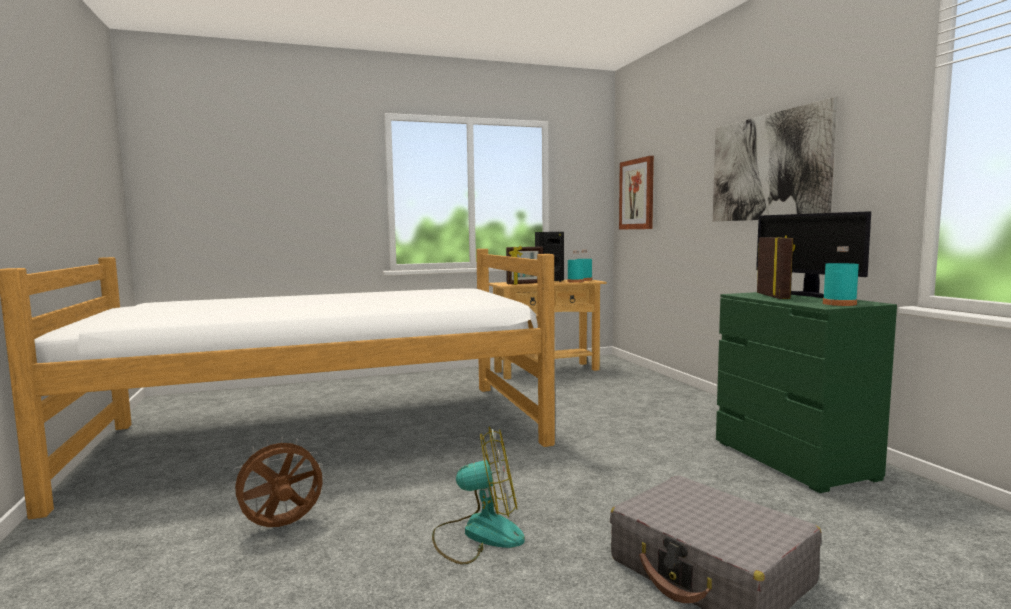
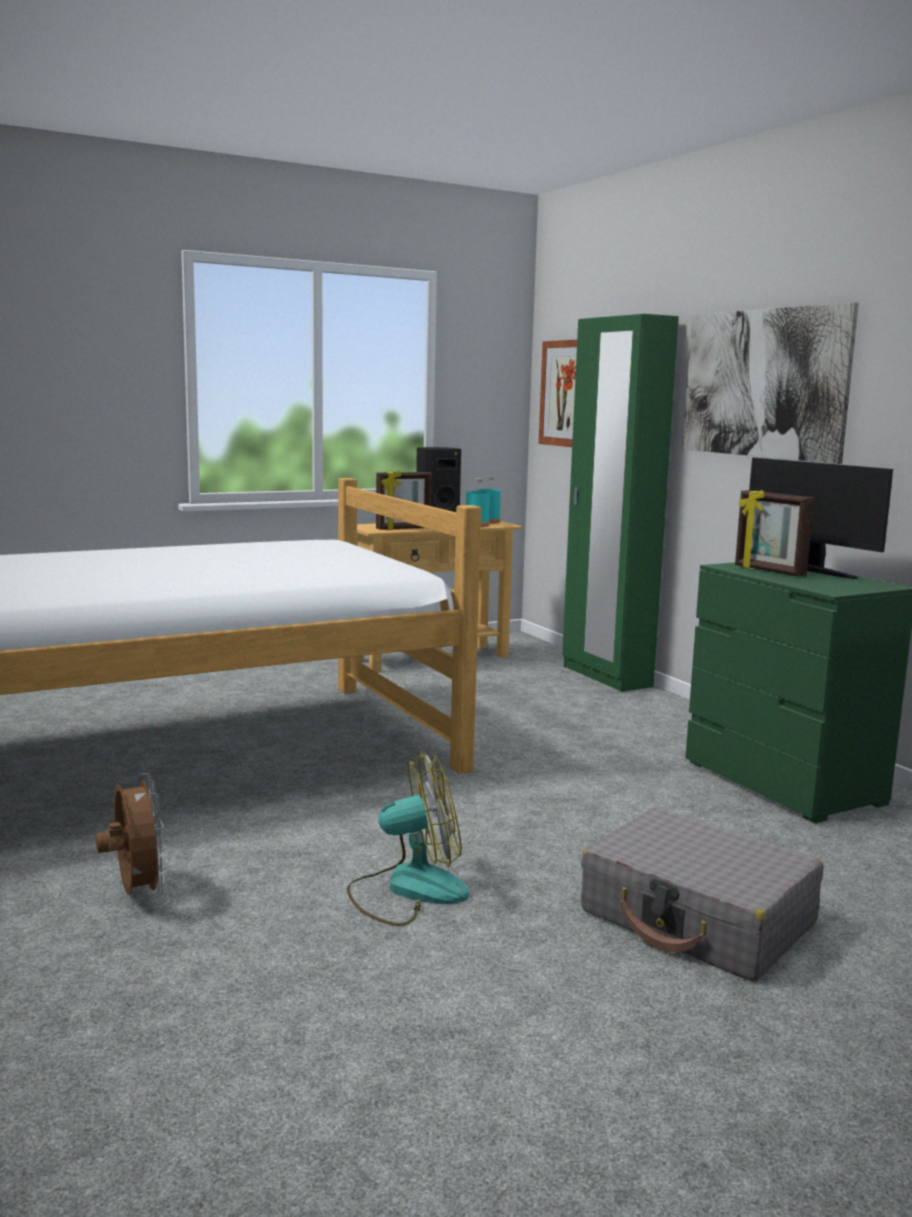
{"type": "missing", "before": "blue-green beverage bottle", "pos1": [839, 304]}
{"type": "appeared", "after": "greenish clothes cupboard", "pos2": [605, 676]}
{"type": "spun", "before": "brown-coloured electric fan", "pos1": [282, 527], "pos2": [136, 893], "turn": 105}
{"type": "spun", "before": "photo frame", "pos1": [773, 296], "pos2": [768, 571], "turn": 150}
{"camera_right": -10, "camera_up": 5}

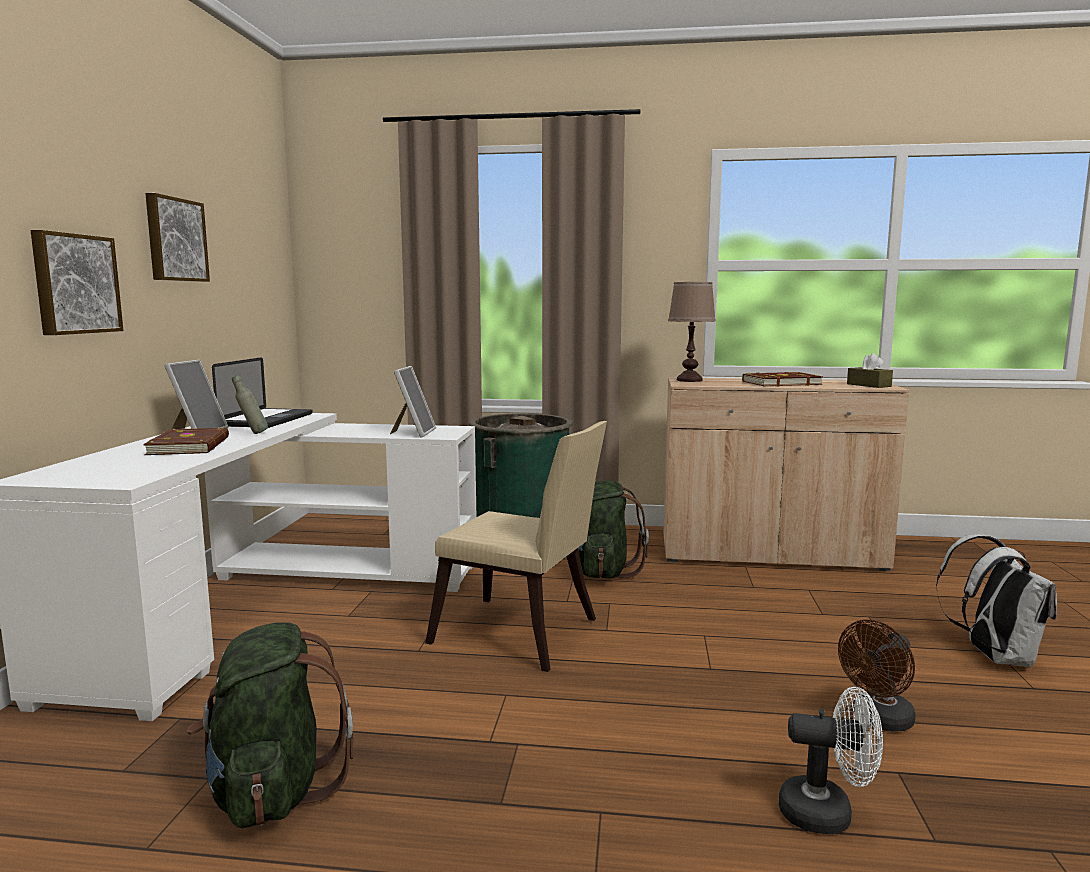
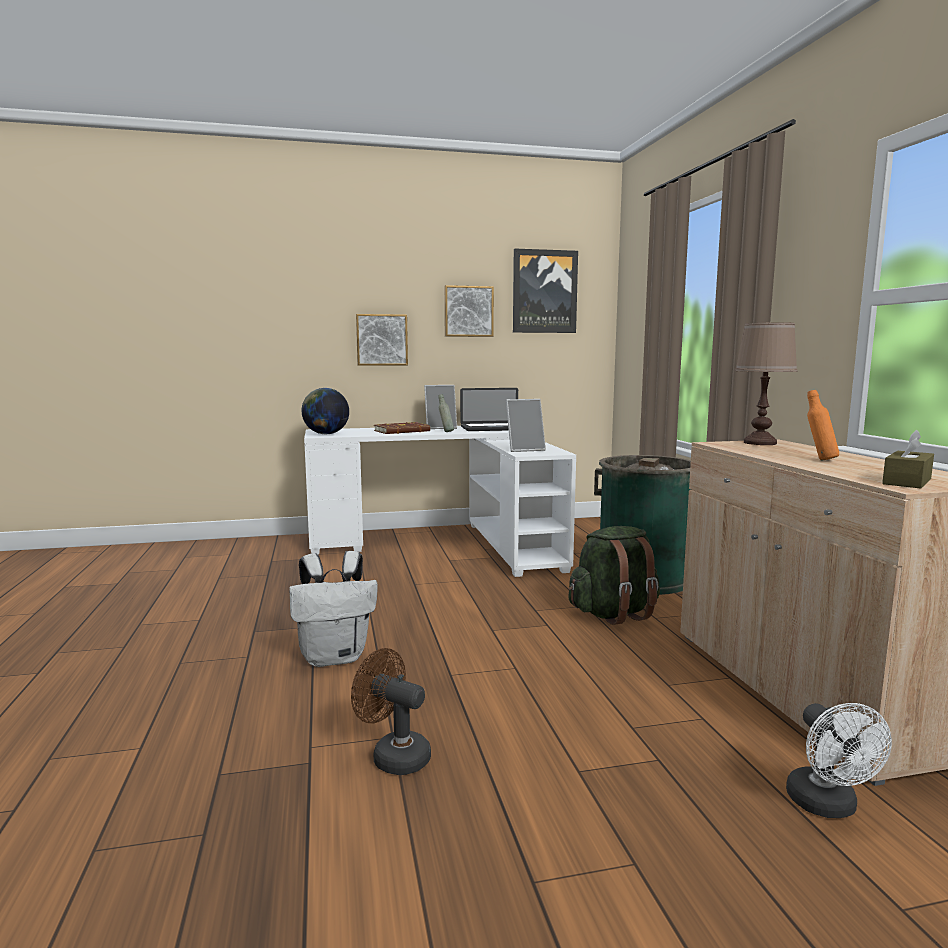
{"type": "missing", "before": "greenish rucksack", "pos1": [272, 791]}
{"type": "missing", "before": "beige-coloured chair", "pos1": [522, 635]}
{"type": "appeared", "after": "desk globe", "pos2": [326, 434]}
{"type": "appeared", "after": "picture", "pos2": [544, 291]}
{"type": "relocated", "before": "white electric fan", "pos1": [827, 813], "pos2": [828, 807]}
{"type": "relocated", "before": "white rucksack", "pos1": [993, 656], "pos2": [335, 657]}
{"type": "exchanged", "before": "brown-coloured bound book", "after": "orange beverage bottle", "pos1": [780, 383], "pos2": [819, 460]}
{"camera_right": 70, "camera_up": 0}

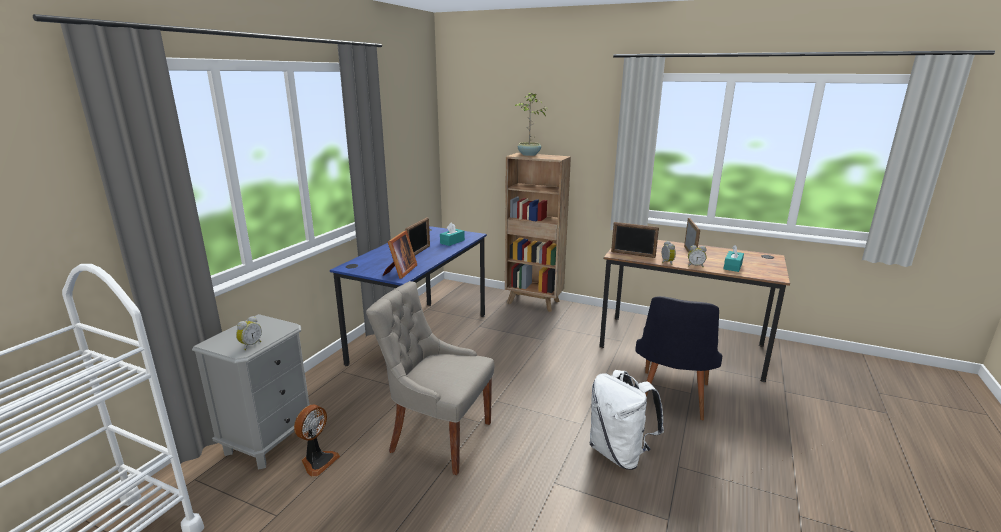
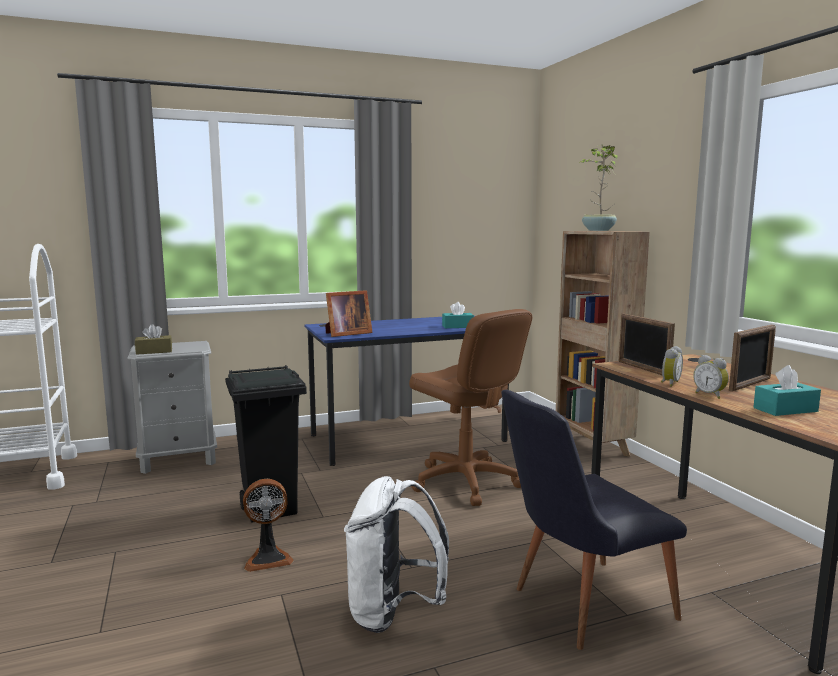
{"type": "missing", "before": "photo frame", "pos1": [419, 252]}
{"type": "appeared", "after": "brown-coloured computer chair", "pos2": [465, 482]}
{"type": "relocated", "before": "electric fan", "pos1": [318, 461], "pos2": [268, 558]}
{"type": "exchanged", "before": "table clock", "after": "brown-coloured box of tissues", "pos1": [250, 345], "pos2": [154, 351]}
{"type": "exchanged", "before": "grey chair", "after": "black waste bin", "pos1": [438, 437], "pos2": [271, 510]}
{"camera_right": 45, "camera_up": -10}

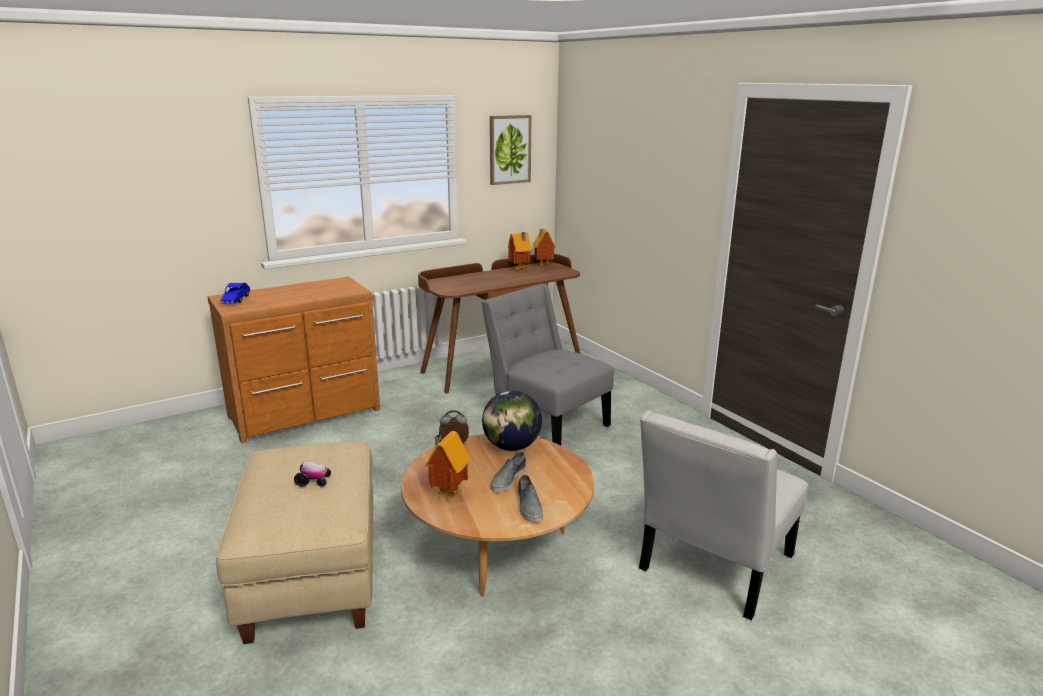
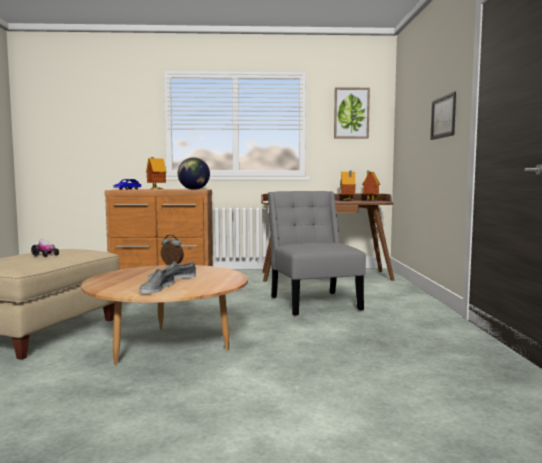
{"type": "missing", "before": "white chair", "pos1": [712, 567]}
{"type": "appeared", "after": "picture", "pos2": [443, 117]}
{"type": "relocated", "before": "model house", "pos1": [447, 494], "pos2": [156, 189]}
{"type": "relocated", "before": "desk globe", "pos1": [511, 447], "pos2": [193, 189]}
{"camera_right": 30, "camera_up": -15}

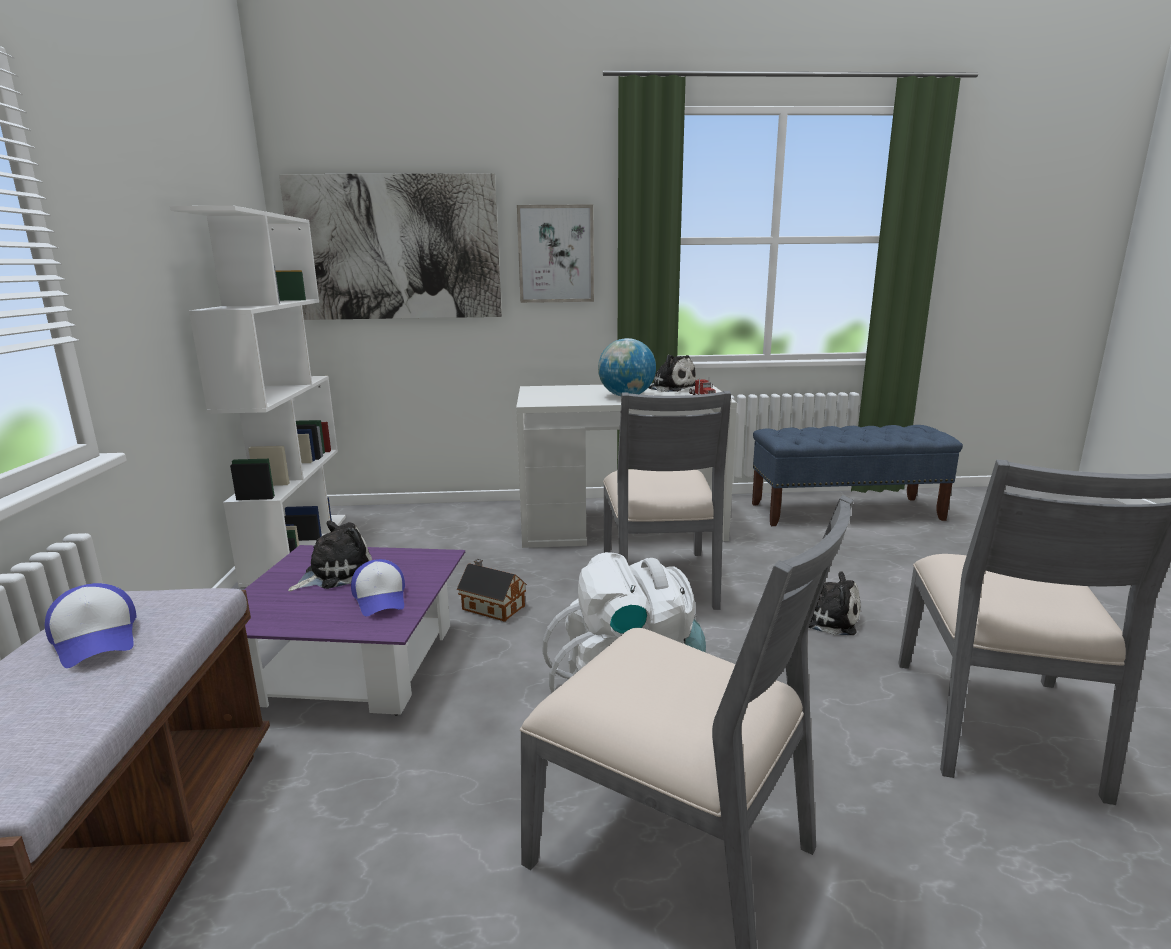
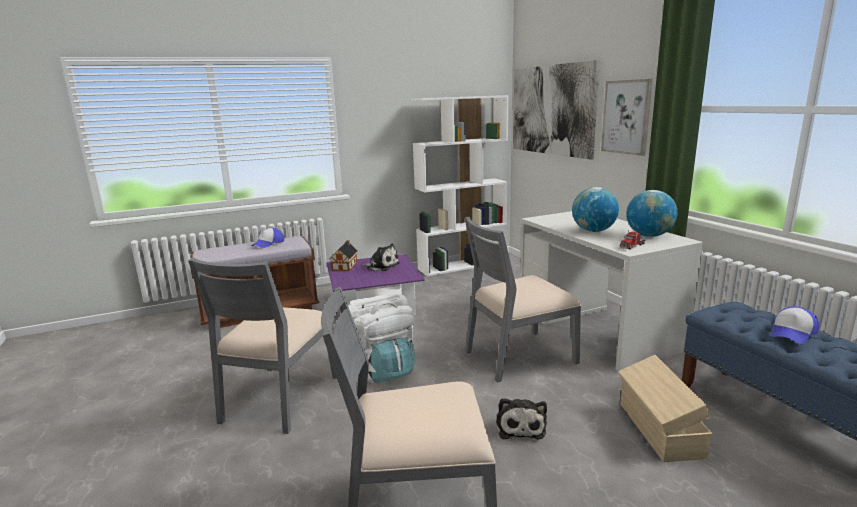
{"type": "appeared", "after": "beige-coloured storage bin", "pos2": [659, 430]}
{"type": "relocated", "before": "peaked cap", "pos1": [381, 598], "pos2": [792, 333]}
{"type": "relocated", "before": "model house", "pos1": [491, 607], "pos2": [345, 265]}
{"type": "exchanged", "before": "plush toy", "after": "desk globe", "pos1": [670, 388], "pos2": [649, 235]}
{"camera_right": 70, "camera_up": 0}

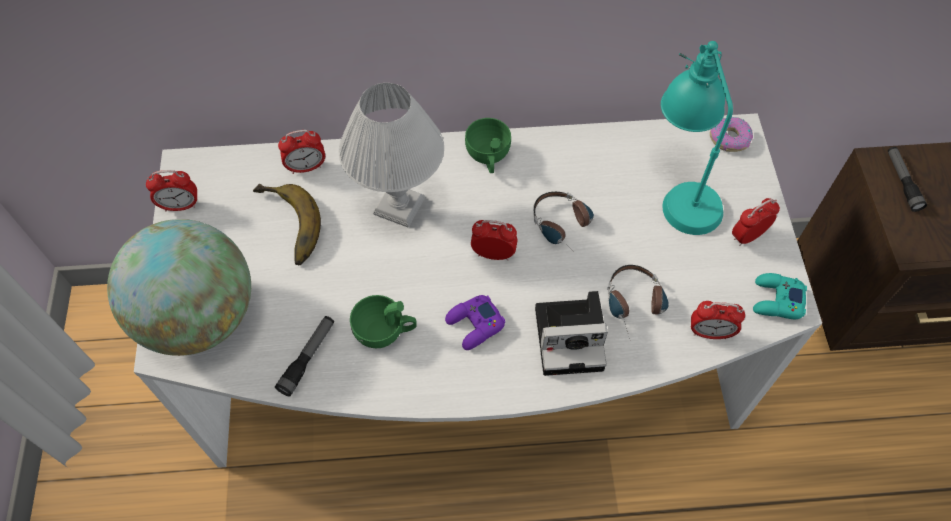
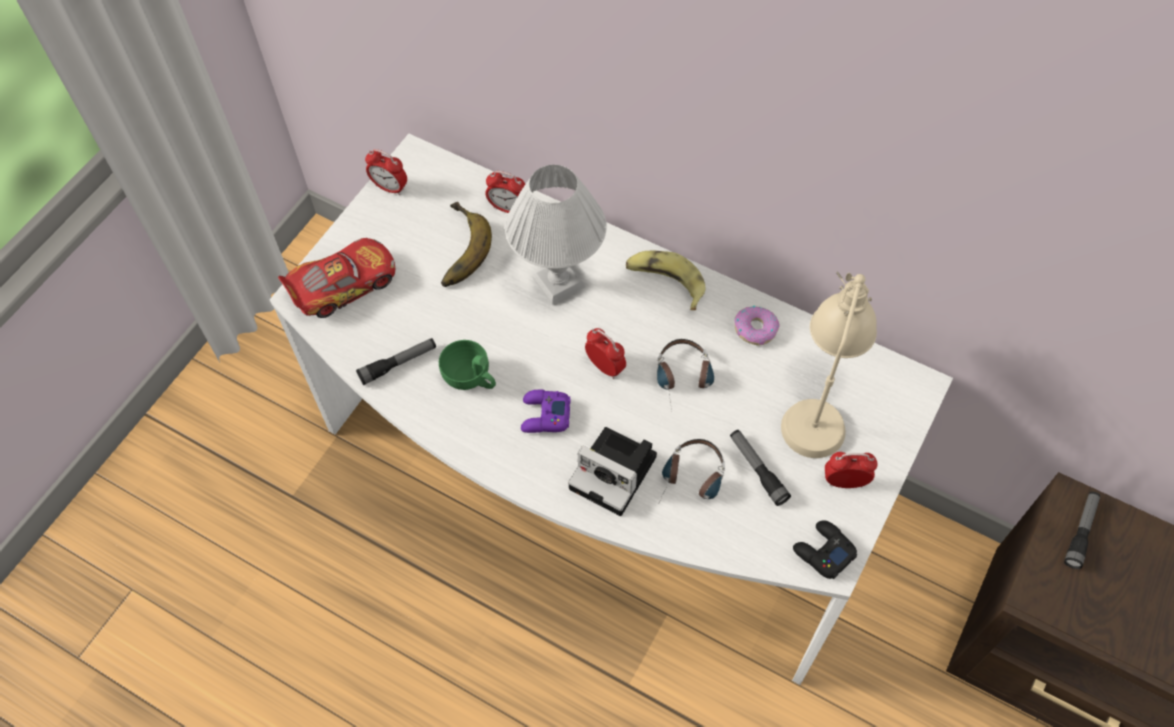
{"type": "missing", "before": "table clock", "pos1": [709, 333]}
{"type": "appeared", "after": "flashlight", "pos2": [757, 470]}
{"type": "relocated", "before": "donut", "pos1": [729, 138], "pos2": [755, 329]}
{"type": "exchanged", "before": "desk globe", "after": "toy car", "pos1": [199, 317], "pos2": [342, 285]}
{"type": "exchanged", "before": "greenish drinking cup", "after": "banana fruit", "pos1": [488, 157], "pos2": [665, 282]}
{"type": "colour", "before": "blue-green table lamp", "after": "beige-coloured table lamp", "pos1": [681, 188], "pos2": [818, 404]}
{"type": "colour", "before": "blue-green joypad", "after": "black joypad", "pos1": [776, 300], "pos2": [823, 552]}
{"camera_right": 35, "camera_up": 0}

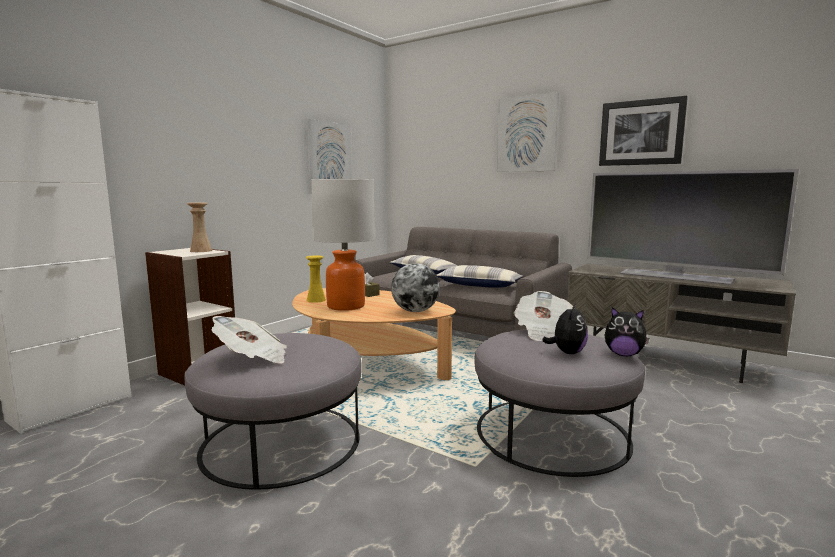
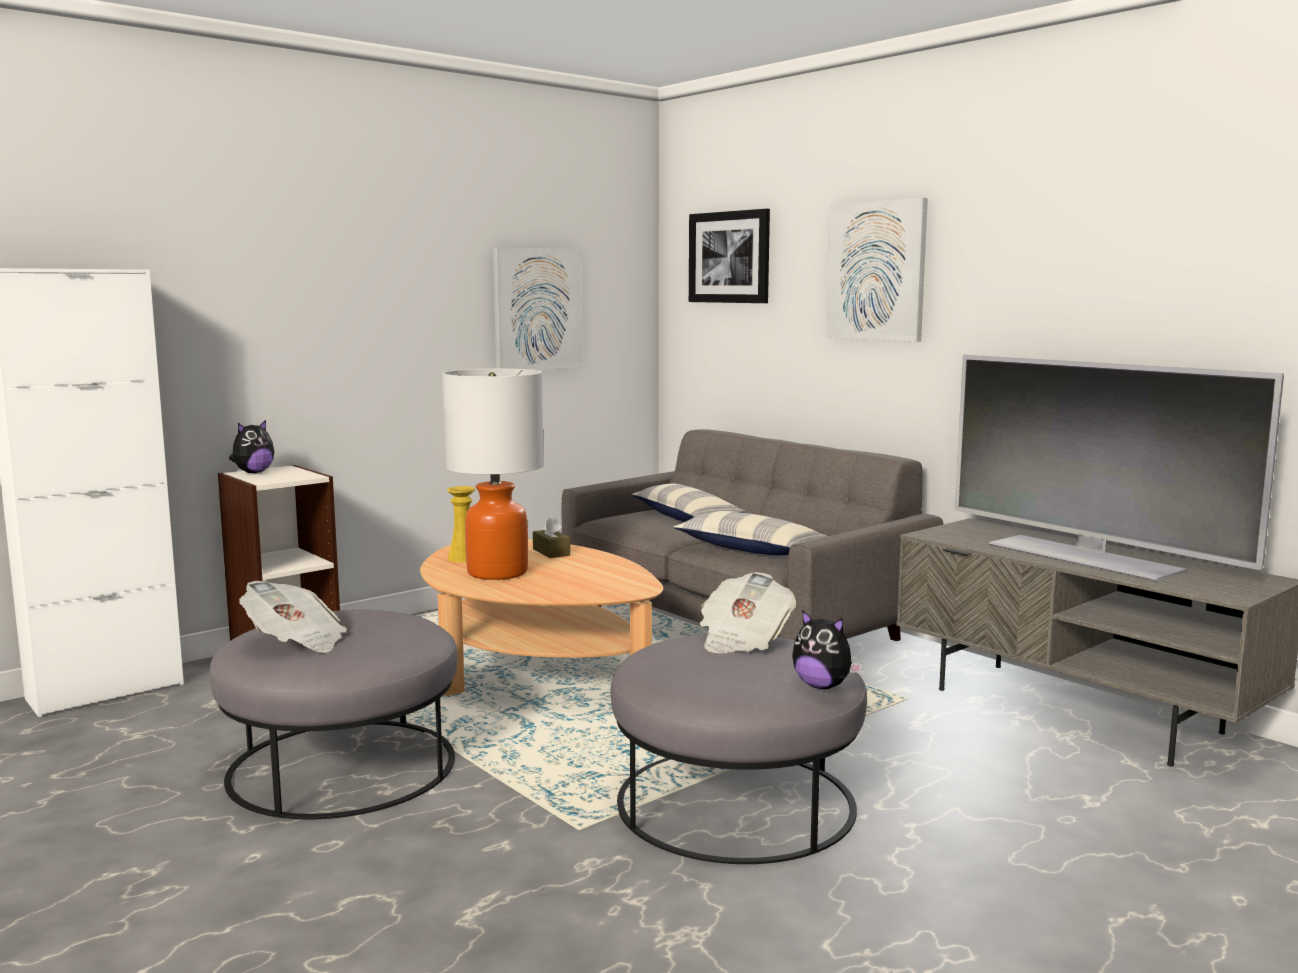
{"type": "missing", "before": "beige-coloured decorative vase", "pos1": [201, 251]}
{"type": "missing", "before": "desk globe", "pos1": [415, 311]}
{"type": "relocated", "before": "plush toy", "pos1": [567, 352], "pos2": [253, 472]}
{"type": "relocated", "before": "picture", "pos1": [641, 132], "pos2": [729, 257]}
{"camera_right": 15, "camera_up": 0}

